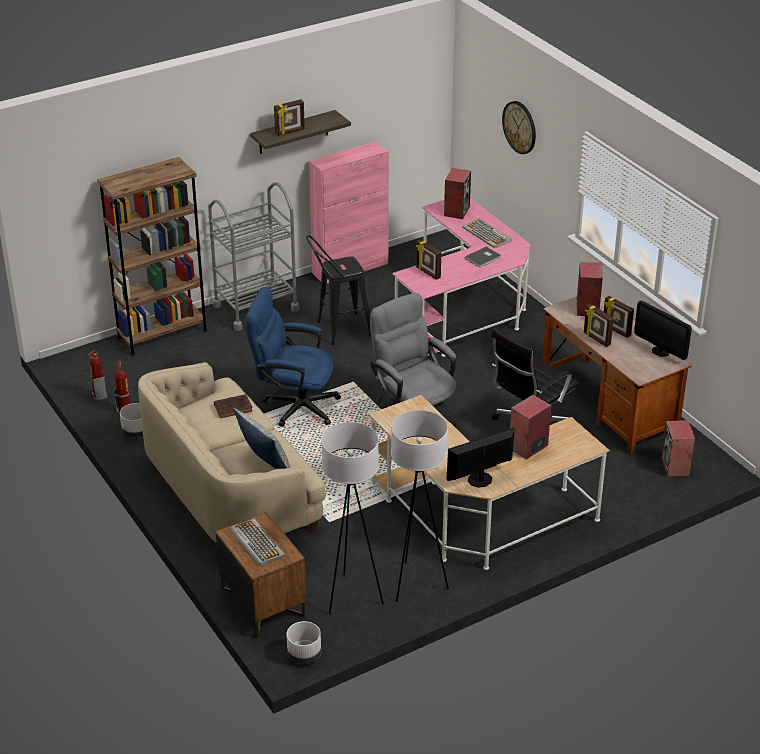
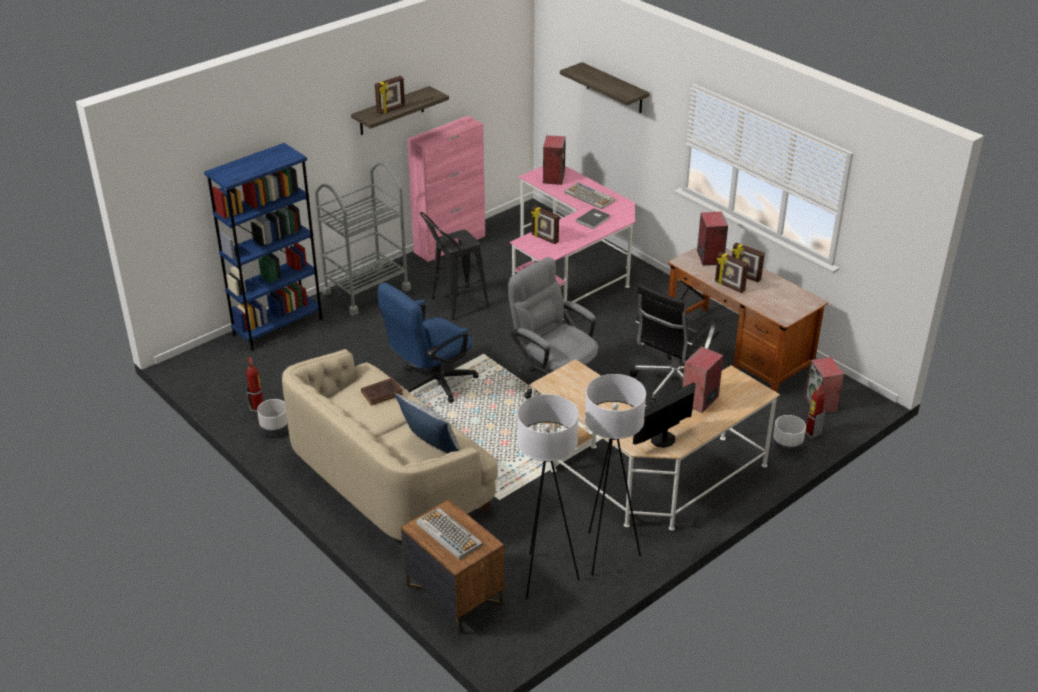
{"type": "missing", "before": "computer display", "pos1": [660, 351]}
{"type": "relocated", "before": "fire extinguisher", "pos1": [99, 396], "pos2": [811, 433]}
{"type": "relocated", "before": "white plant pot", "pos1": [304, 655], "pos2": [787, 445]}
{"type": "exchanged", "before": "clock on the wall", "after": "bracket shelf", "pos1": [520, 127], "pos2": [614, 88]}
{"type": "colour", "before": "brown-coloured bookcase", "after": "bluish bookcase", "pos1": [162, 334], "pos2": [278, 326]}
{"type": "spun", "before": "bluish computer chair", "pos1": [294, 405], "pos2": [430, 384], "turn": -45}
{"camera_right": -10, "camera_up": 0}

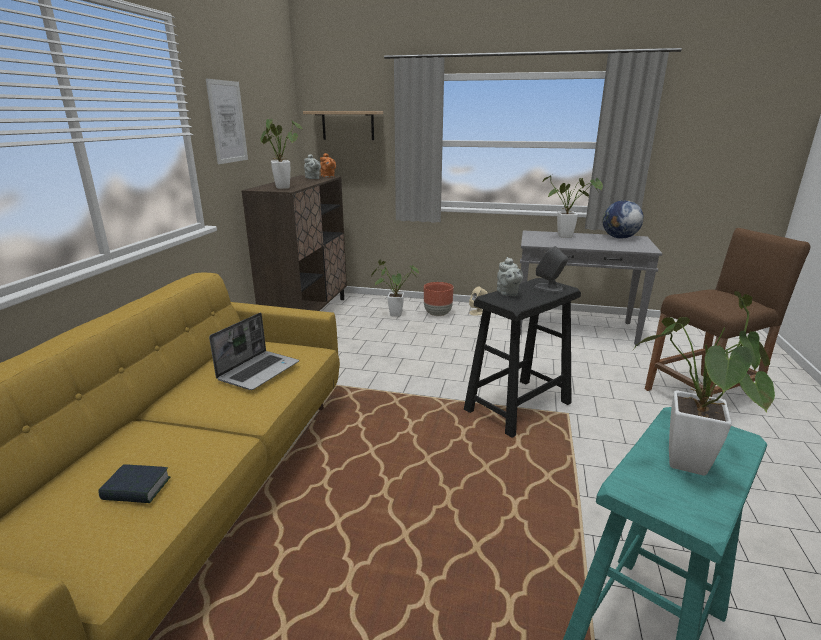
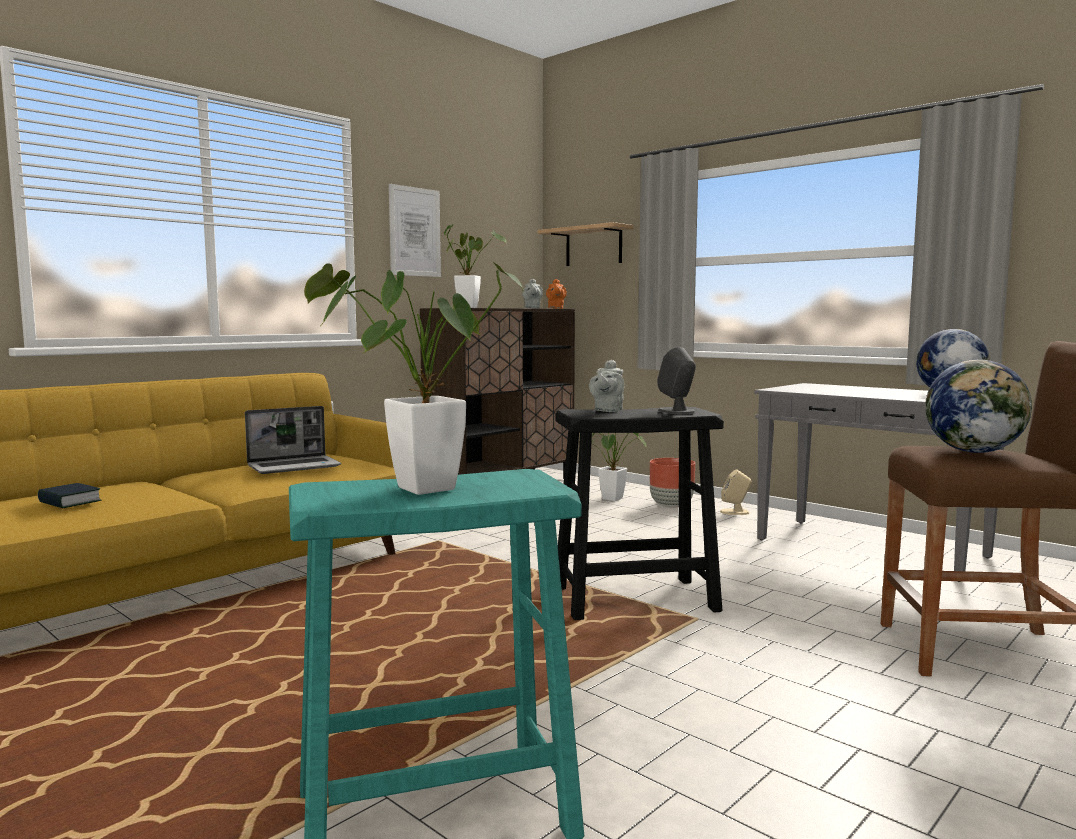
{"type": "missing", "before": "houseplant", "pos1": [568, 237]}
{"type": "appeared", "after": "desk globe", "pos2": [974, 452]}
{"camera_right": 30, "camera_up": -15}

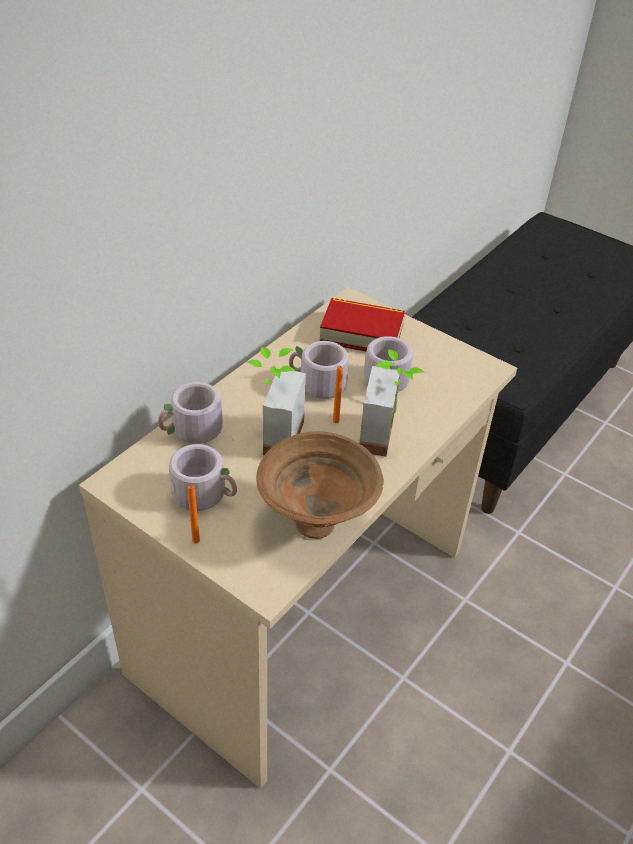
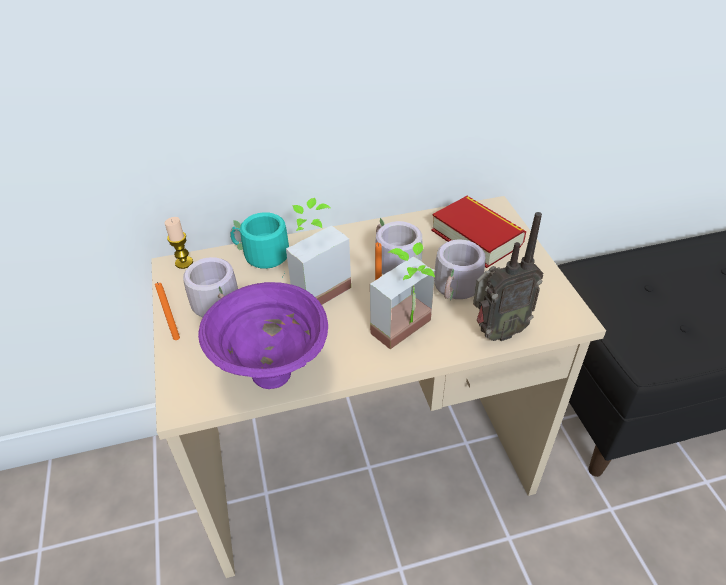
{"type": "appeared", "after": "candle", "pos2": [184, 262]}
{"type": "appeared", "after": "radio receiver", "pos2": [496, 332]}
{"type": "colour", "before": "grey coffee mug", "after": "blue-green coffee mug", "pos1": [193, 433], "pos2": [261, 257]}
{"type": "colour", "before": "brown-coloured bowl", "after": "purplish bowl", "pos1": [318, 524], "pos2": [274, 375]}
{"camera_right": 40, "camera_up": 0}

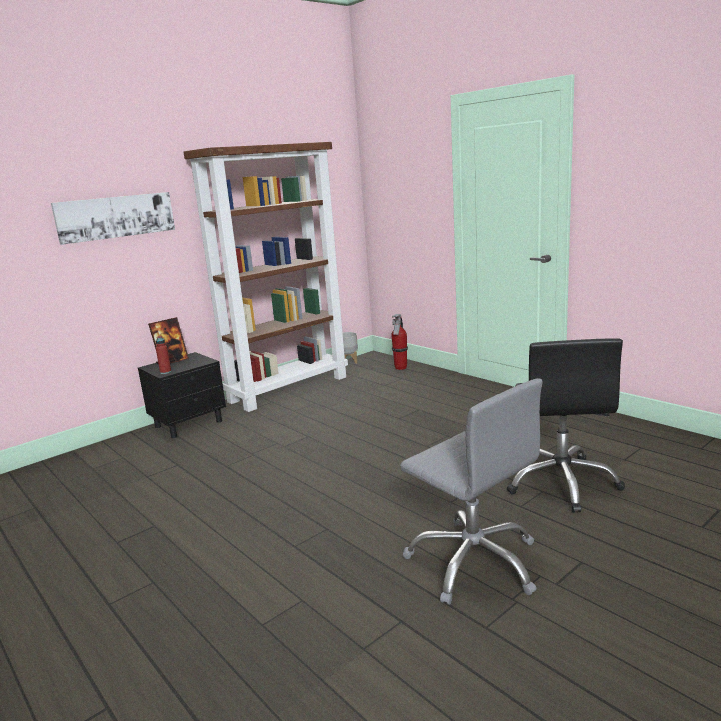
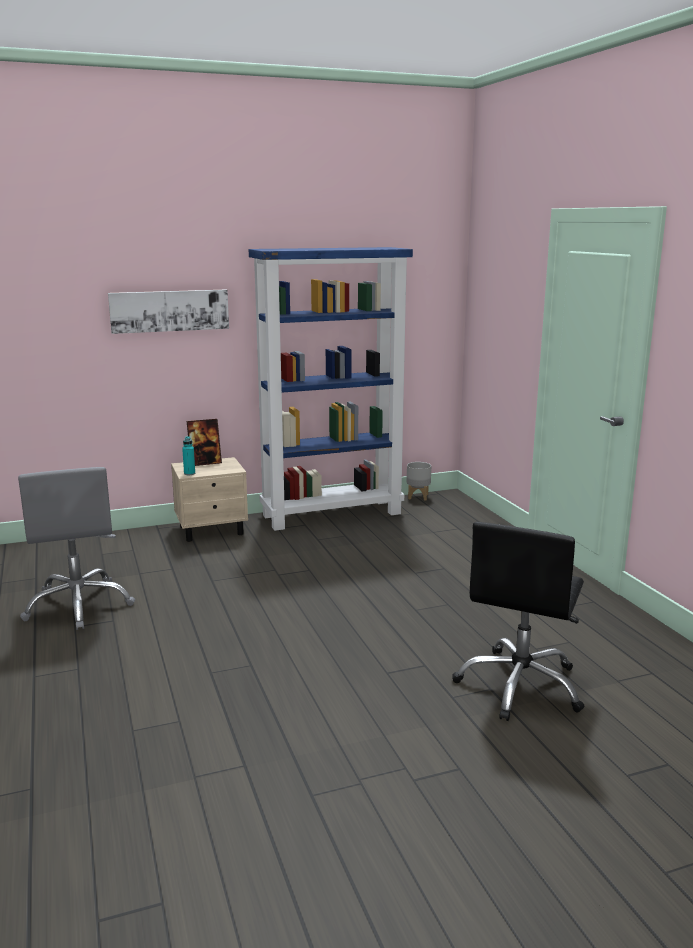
{"type": "missing", "before": "fire extinguisher", "pos1": [400, 368]}
{"type": "relocated", "before": "grey computer chair", "pos1": [474, 562], "pos2": [79, 605]}
{"type": "colour", "before": "black night table", "after": "beige-coloured night table", "pos1": [189, 424], "pos2": [212, 530]}
{"type": "colour", "before": "red beverage bottle", "after": "blue-green beverage bottle", "pos1": [165, 372], "pos2": [189, 473]}
{"type": "colour", "before": "brown-coloured bookcase", "after": "bluish bookcase", "pos1": [289, 388], "pos2": [332, 514]}
{"camera_right": 20, "camera_up": 0}

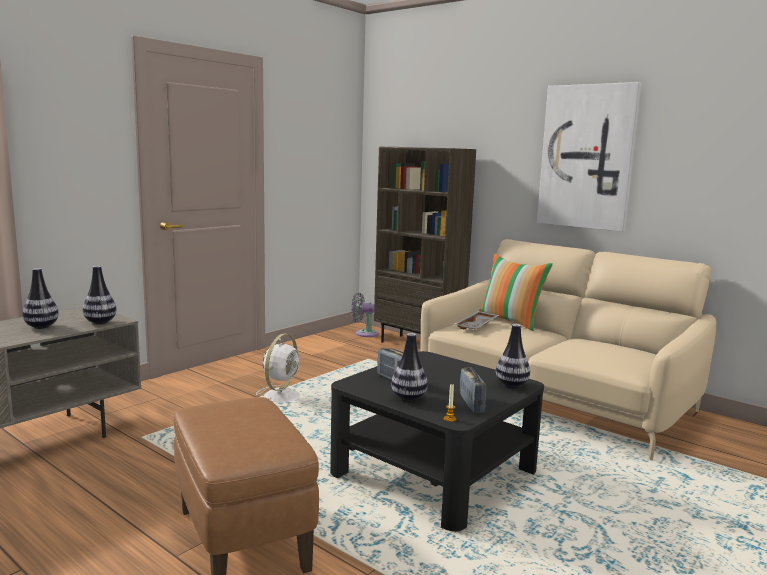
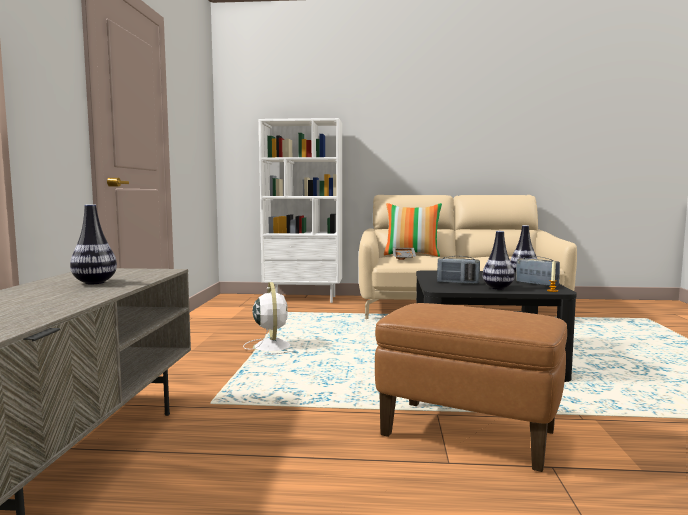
{"type": "missing", "before": "decorative vase", "pos1": [100, 322]}
{"type": "missing", "before": "grey electric fan", "pos1": [364, 333]}
{"type": "missing", "before": "picture", "pos1": [587, 157]}
{"type": "colour", "before": "brown-coloured bookcase", "after": "white bookcase", "pos1": [418, 345], "pos2": [304, 298]}
{"camera_right": -35, "camera_up": -5}

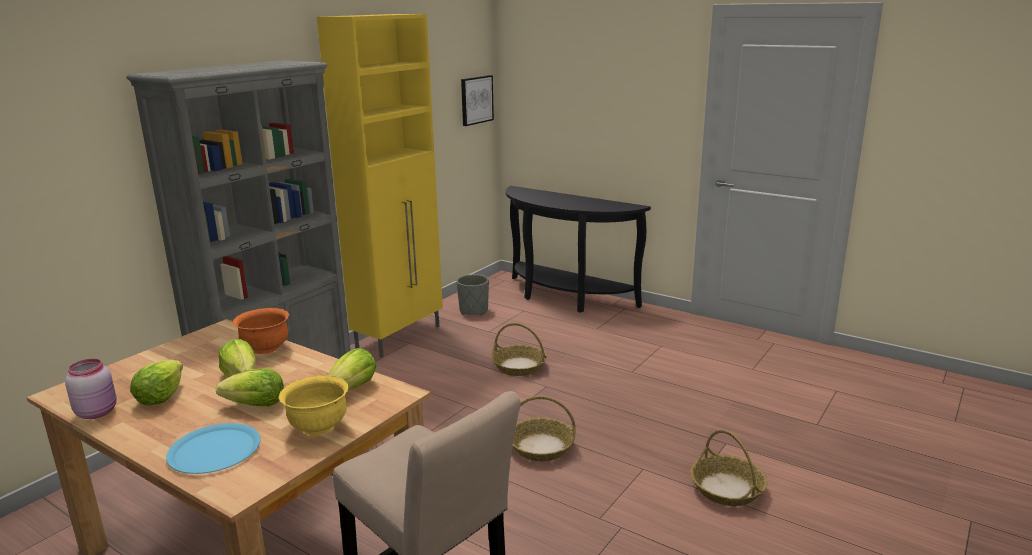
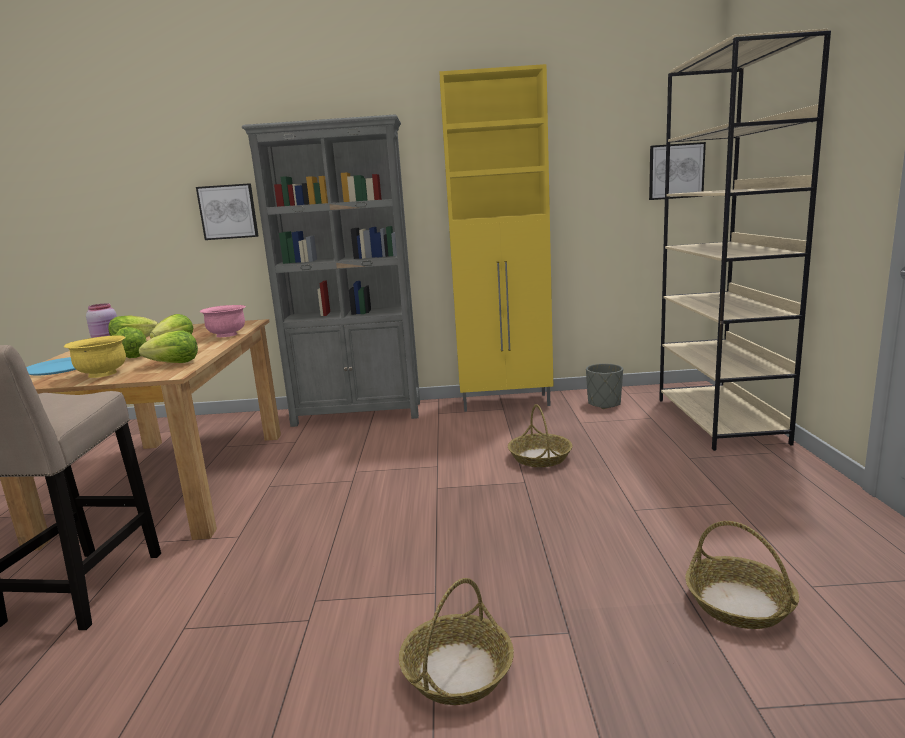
{"type": "appeared", "after": "picture", "pos2": [228, 212]}
{"type": "relocated", "before": "basket", "pos1": [542, 447], "pos2": [739, 603]}
{"type": "exchanged", "before": "black narrow table", "after": "beige-coloured bookcase", "pos1": [564, 297], "pos2": [720, 420]}
{"type": "colour", "before": "orange bowl", "after": "pink-coloured bowl", "pos1": [266, 348], "pos2": [227, 335]}
{"camera_right": 55, "camera_up": -5}

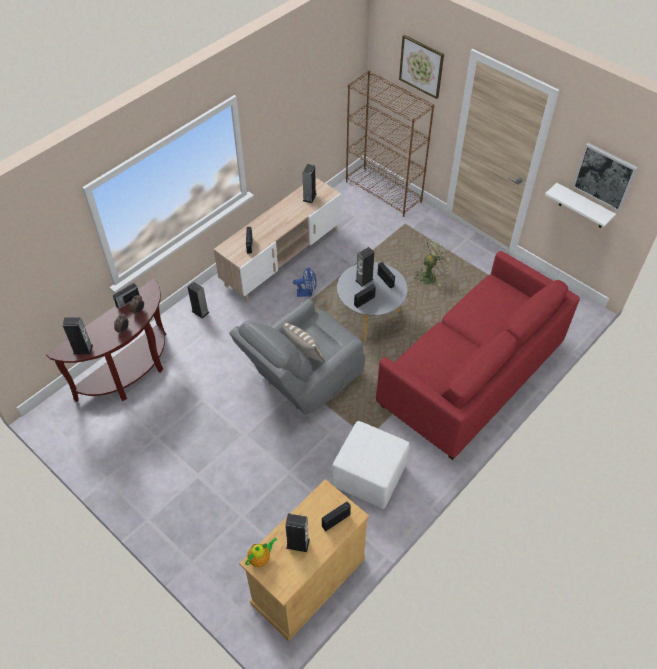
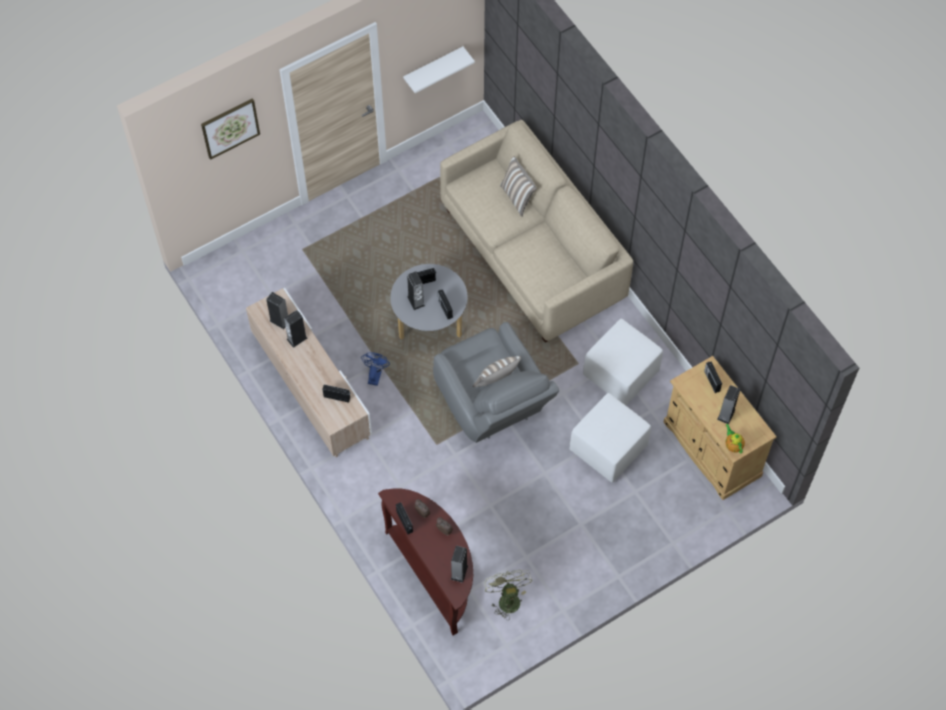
{"type": "missing", "before": "brown-coloured bookcase", "pos1": [384, 192]}
{"type": "missing", "before": "picture", "pos1": [604, 176]}
{"type": "appeared", "after": "throw pillow", "pos2": [517, 197]}
{"type": "appeared", "after": "white pouffe", "pos2": [608, 449]}
{"type": "relocated", "before": "loudspeaker", "pos1": [200, 312], "pos2": [297, 338]}
{"type": "relocated", "before": "greenish electric fan", "pos1": [430, 276], "pos2": [507, 598]}
{"type": "colour", "before": "red settee", "after": "beige-coloured settee", "pos1": [470, 376], "pos2": [533, 254]}
{"camera_right": -75, "camera_up": 10}

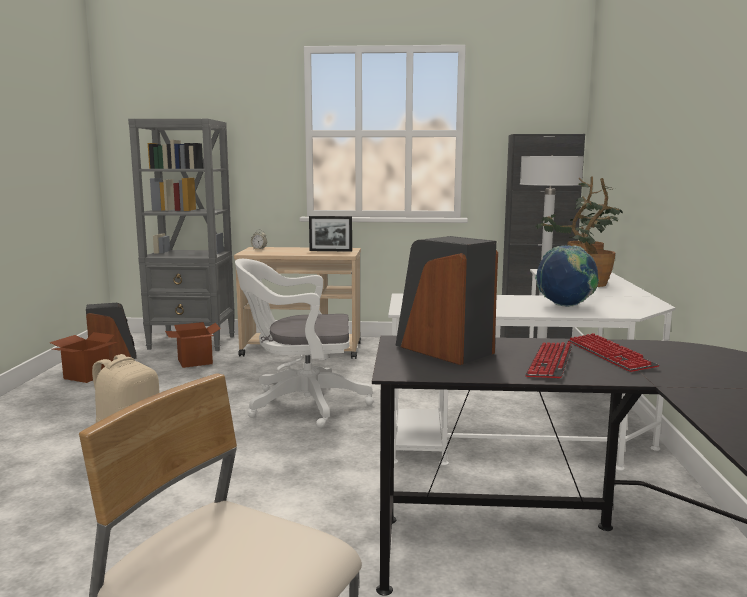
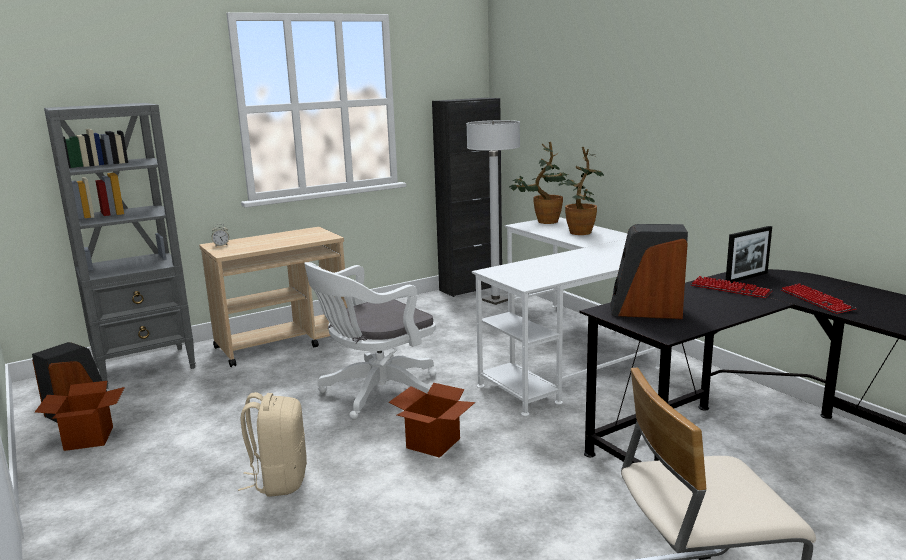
{"type": "missing", "before": "desk globe", "pos1": [565, 306]}
{"type": "relocated", "before": "cardboard box", "pos1": [195, 362], "pos2": [433, 443]}
{"type": "relocated", "before": "photo frame", "pos1": [330, 251], "pos2": [746, 278]}
{"type": "relocated", "before": "keyboard", "pos1": [550, 362], "pos2": [816, 300]}
{"camera_right": -35, "camera_up": 5}

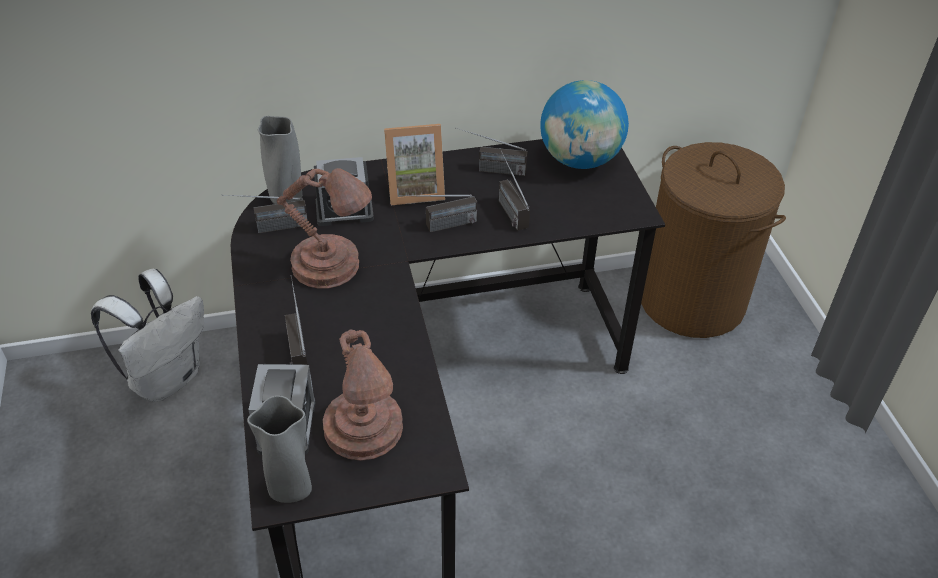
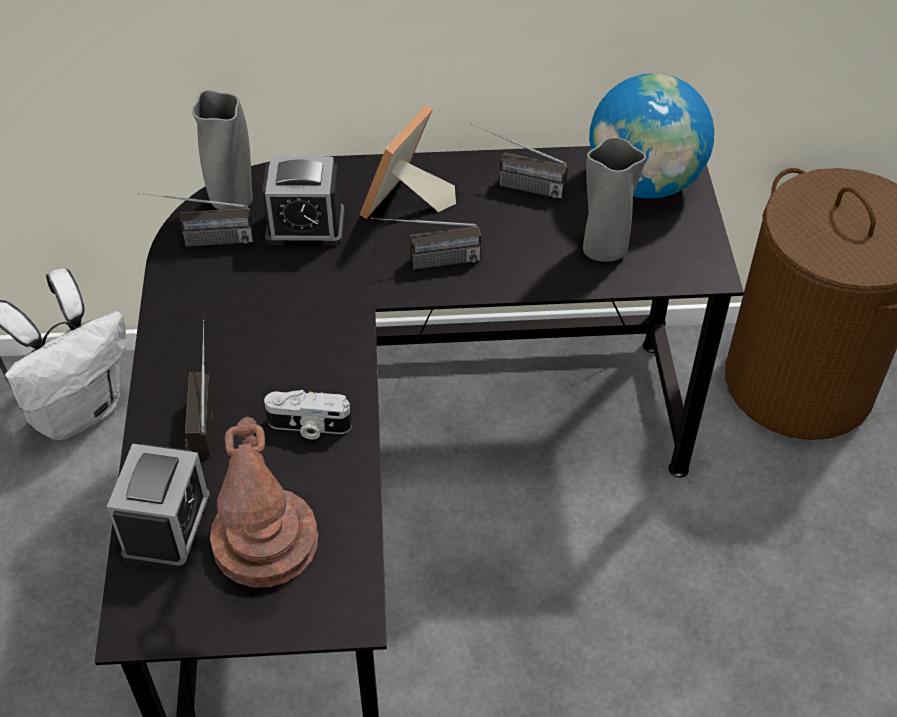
{"type": "missing", "before": "brown-coloured table lamp", "pos1": [331, 266]}
{"type": "missing", "before": "radio receiver", "pos1": [506, 206]}
{"type": "appeared", "after": "photo camera", "pos2": [308, 427]}
{"type": "relocated", "before": "grey decorative vase", "pos1": [291, 489], "pos2": [604, 250]}
{"type": "spun", "before": "photo frame", "pos1": [414, 189], "pos2": [406, 204], "turn": 120}
{"camera_right": 10, "camera_up": 5}

